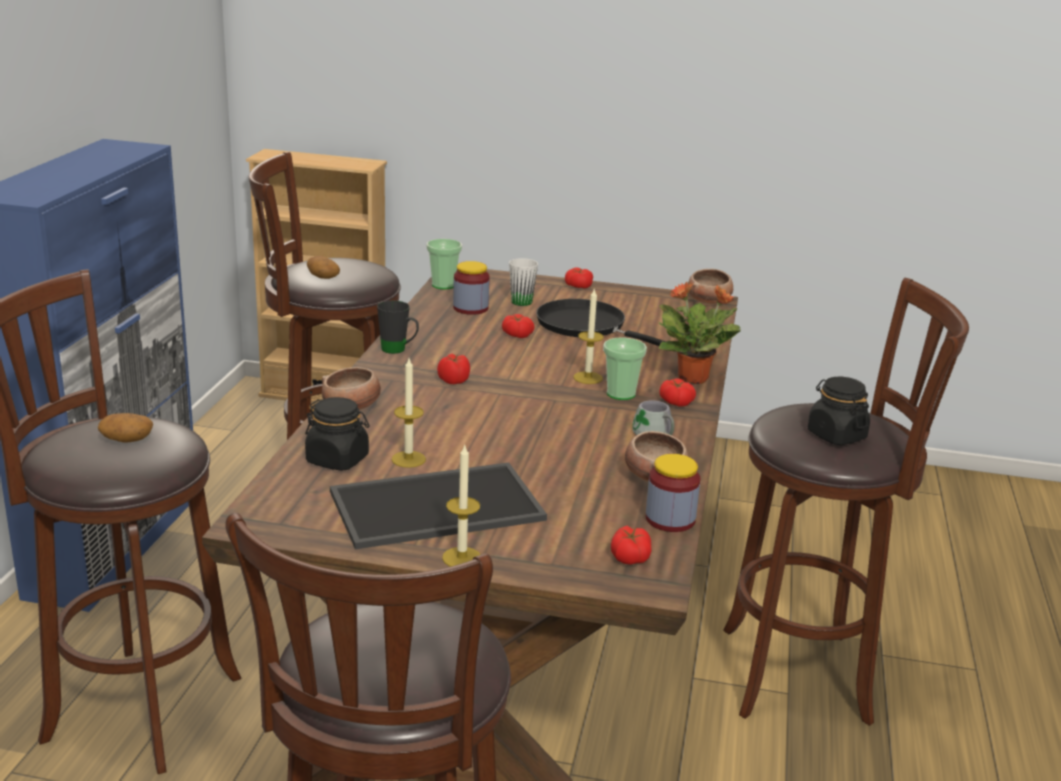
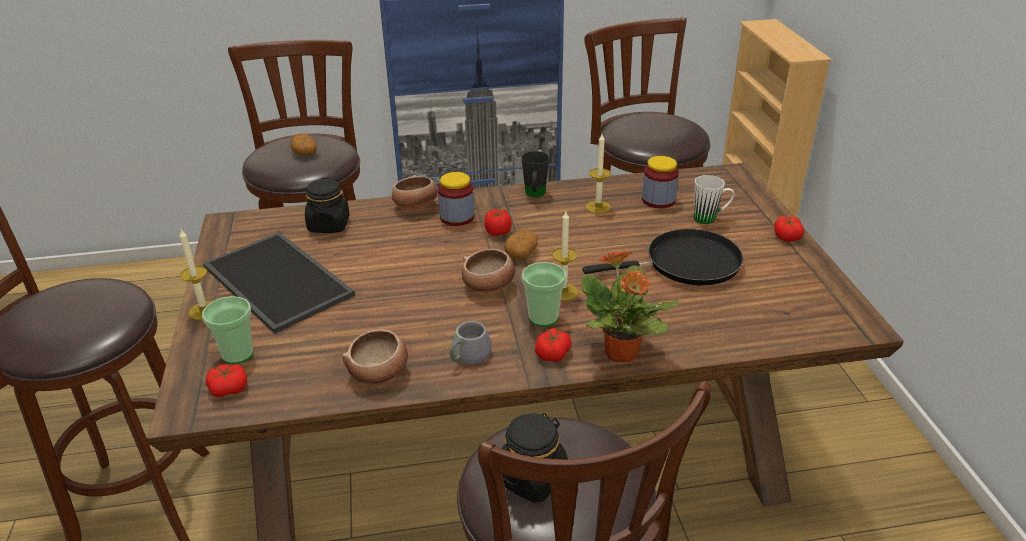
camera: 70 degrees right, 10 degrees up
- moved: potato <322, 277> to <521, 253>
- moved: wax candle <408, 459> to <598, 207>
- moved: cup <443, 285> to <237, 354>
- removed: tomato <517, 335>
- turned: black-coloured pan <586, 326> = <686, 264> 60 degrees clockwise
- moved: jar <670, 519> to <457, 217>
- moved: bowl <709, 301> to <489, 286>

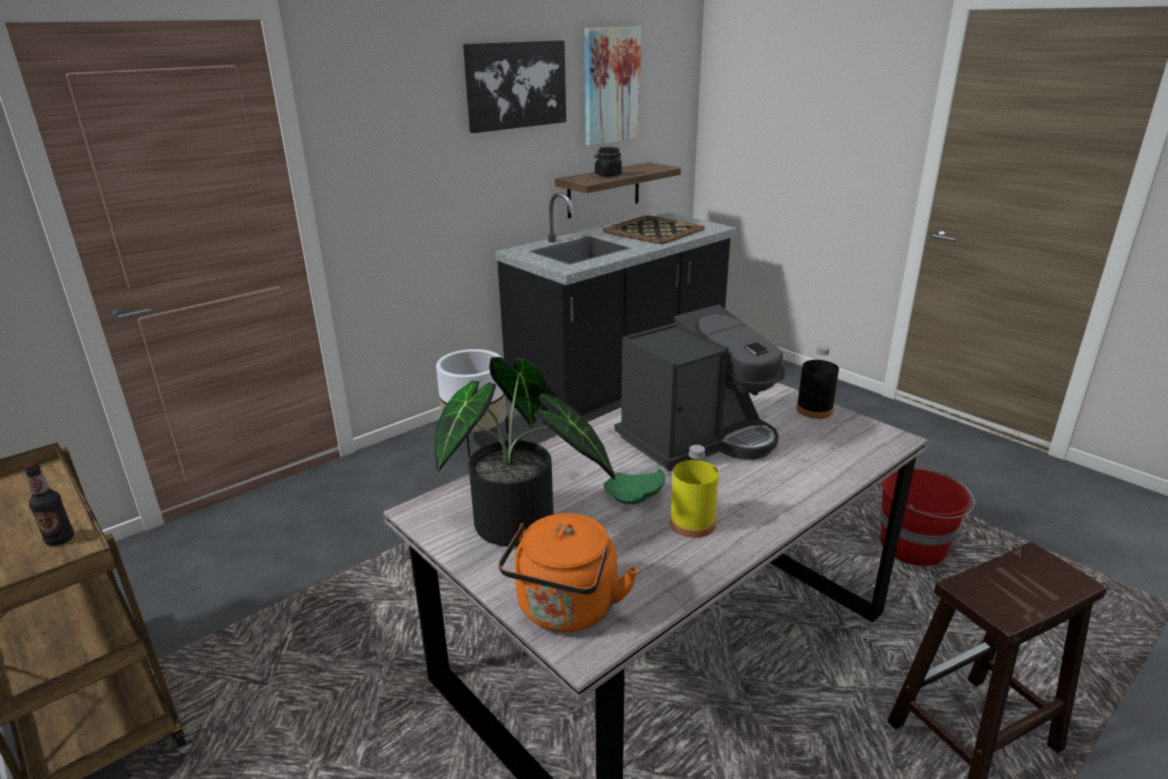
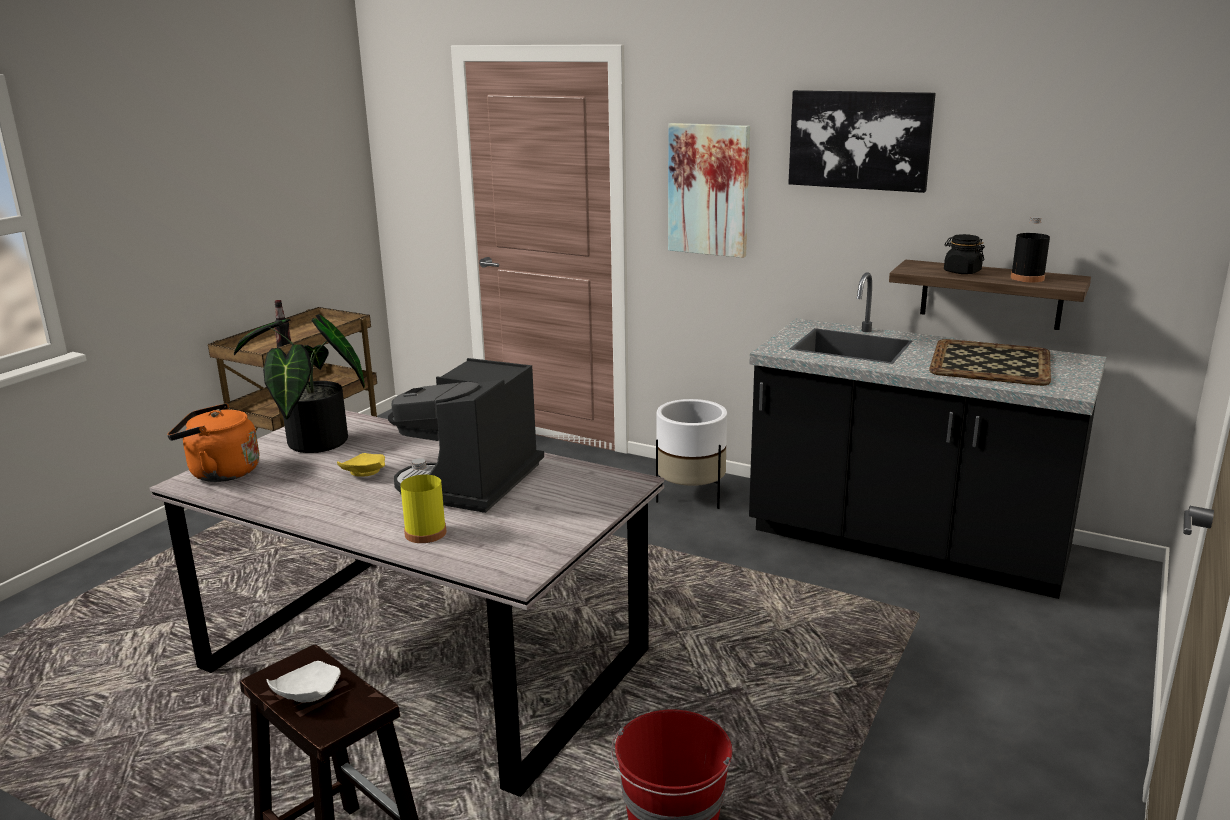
camera: 70 degrees right, 5 degrees down
- moved: wall picture <611, 86> to <709, 189>
- recoloured: green-coloured flat dish <635, 496> to yellowish flat dish <363, 473>
- turned: coffee machine <697, 438> = <472, 484> 75 degrees clockwise
- moved: yellowish bottle <692, 523> to <425, 533>
- moved: black-coloured bottle <814, 410> to <1027, 278>
- added: whitish flat dish <306, 694>

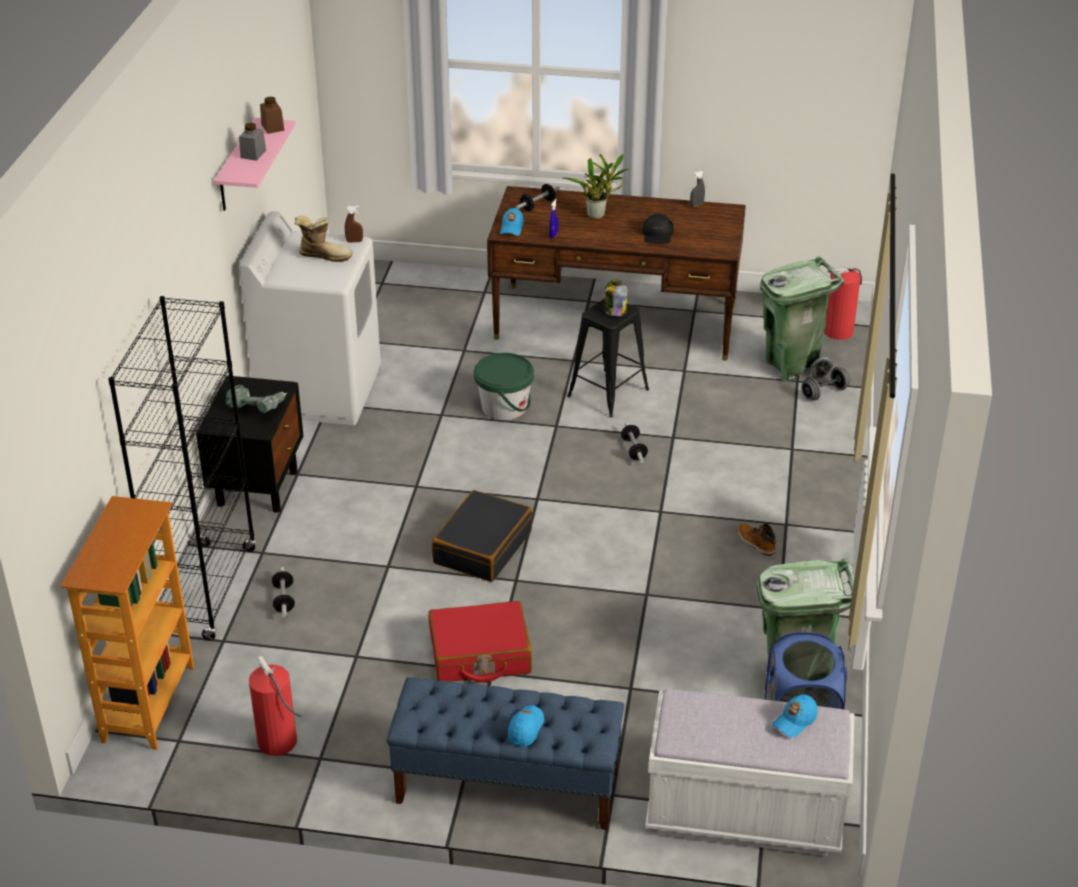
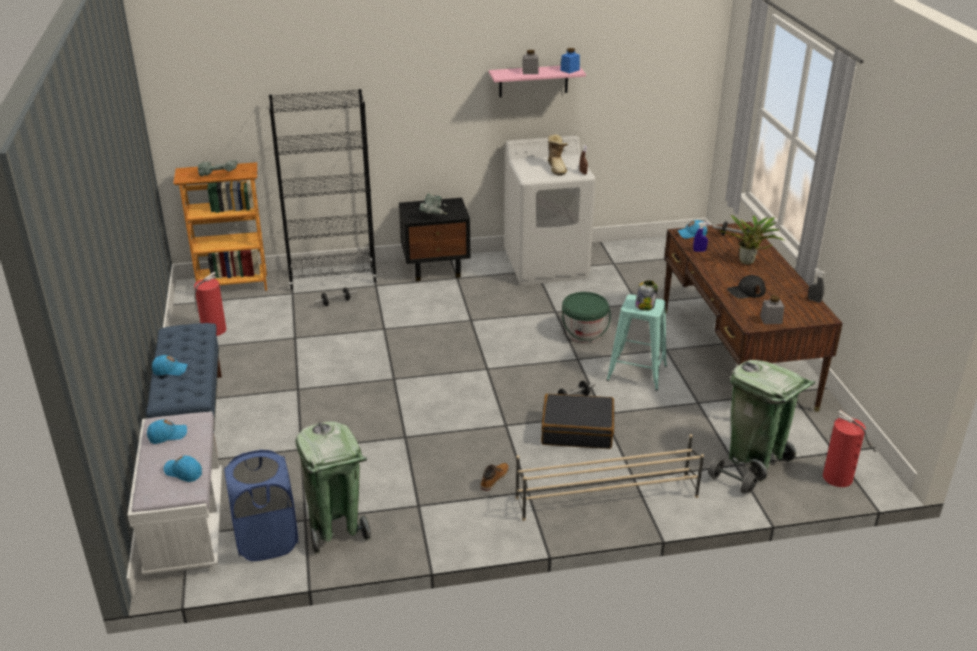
camera: 70 degrees right, 5 degrees down
- recoloured: brown-coloured jar <272, 127> to blue jar <570, 70>
- removed: red-coloured piece of luggage <480, 654>
- moved: black-coloured piece of luggage <482, 547> to <577, 430>
- recoloured: black-coloured stool <608, 393> to blue-green stool <636, 373>
- added: blue baseball cap <168, 435>
- added: power drill <219, 174>
- added: sand-coloured shoe shelf <605, 497>
- added: greyish jar <771, 320>

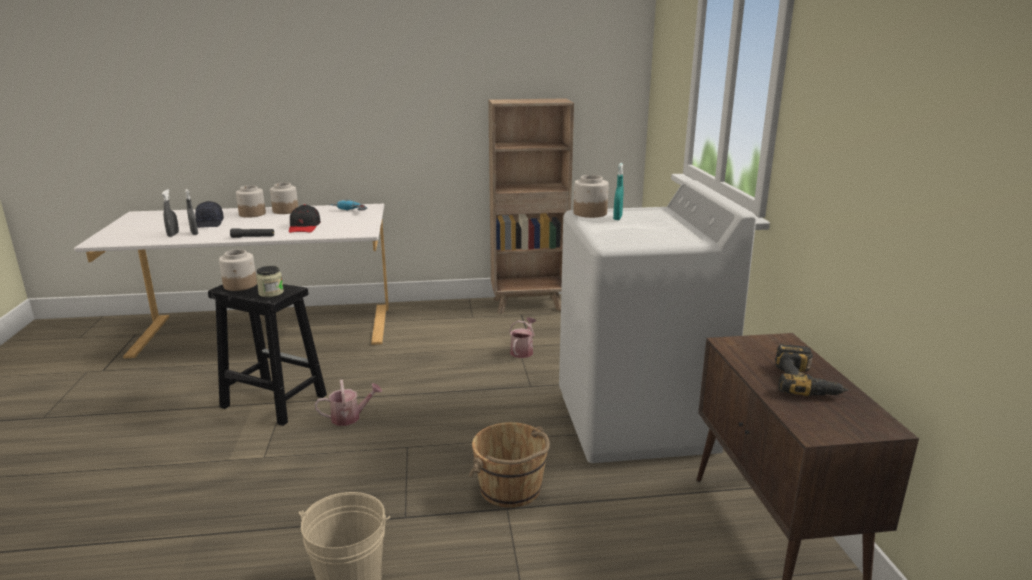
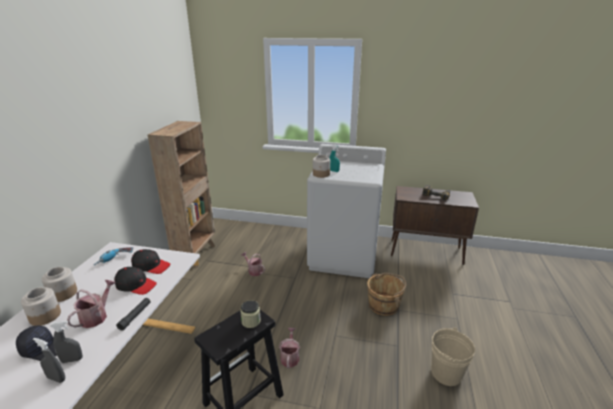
camera: 70 degrees left, 5 degrees up
- removed: jar <240, 285>
- added: watering can <96, 316>
- added: black-coloured baseball cap <151, 266>

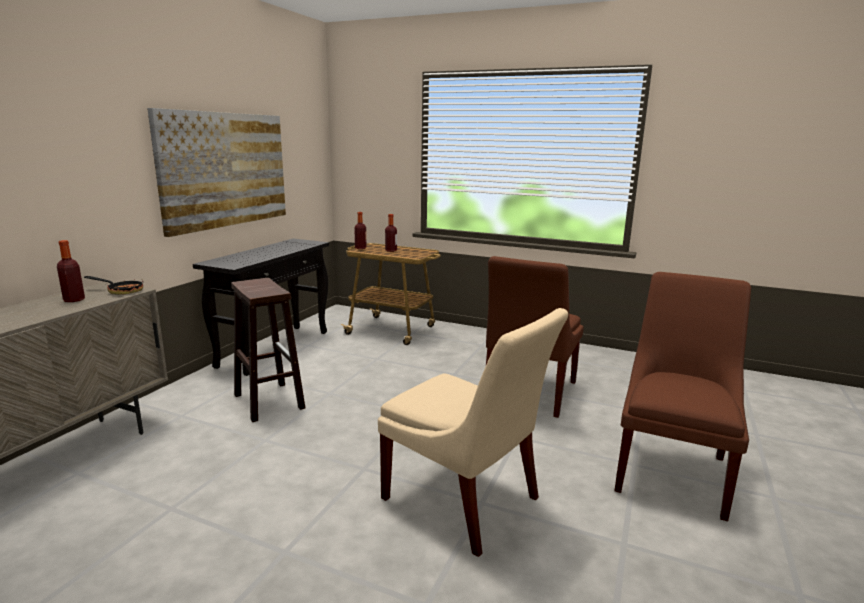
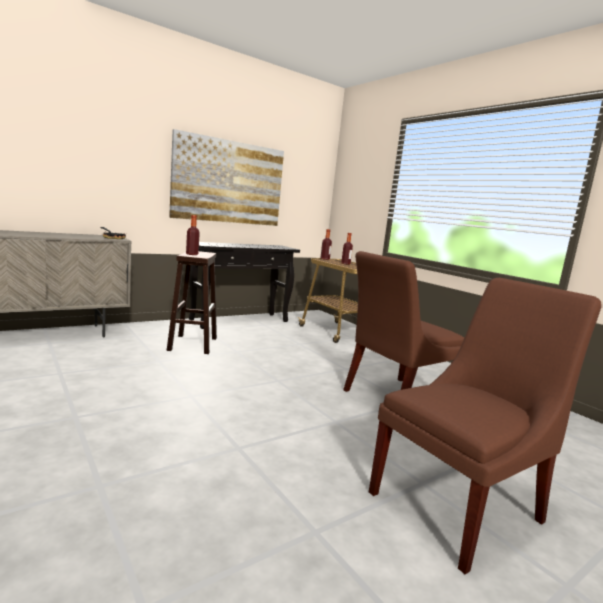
camera: 30 degrees right, 5 degrees down
- moved: bottle <74, 300> to <192, 254>
- removed: sand-coloured chair <465, 502>

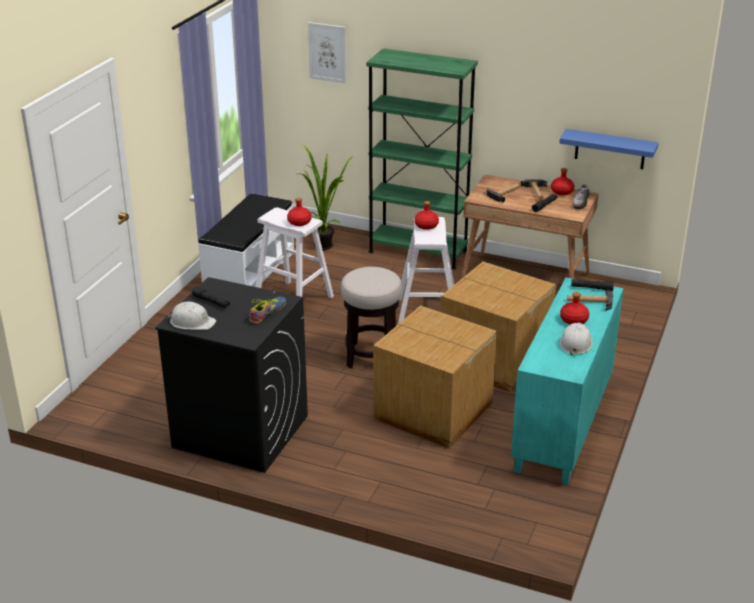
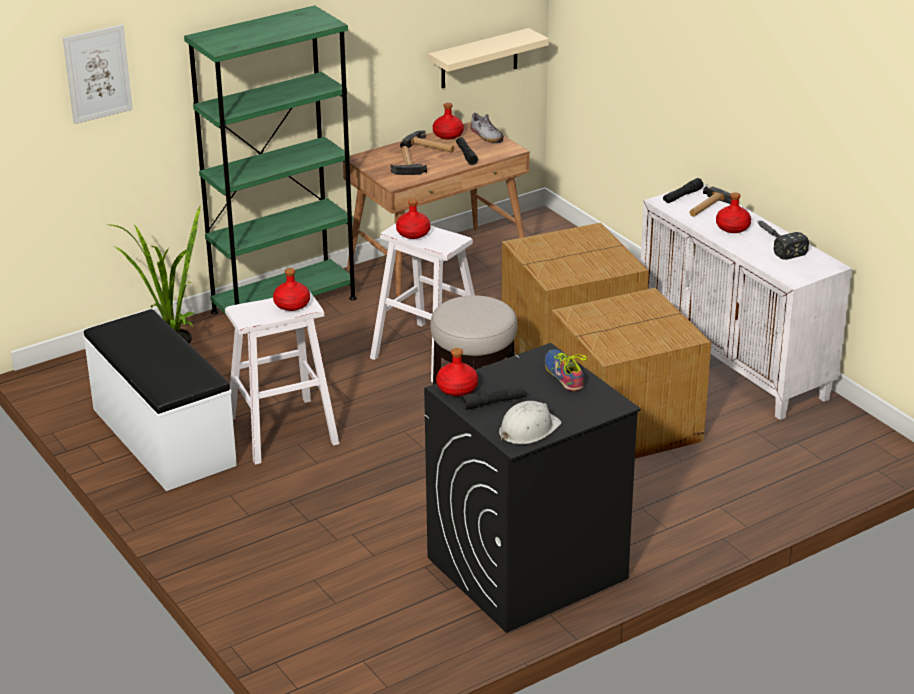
camera: 55 degrees left, 0 degrees up
- recoloured: blue-green cabinet <563, 428> to whitish cabinet <735, 362>
- recoloured: blue shelf <610, 149> to sand-coloured shelf <479, 59>
- replaced: whitish hard hat <575, 343> to hammer <776, 243>
- added: red-coloured bottle <457, 389>

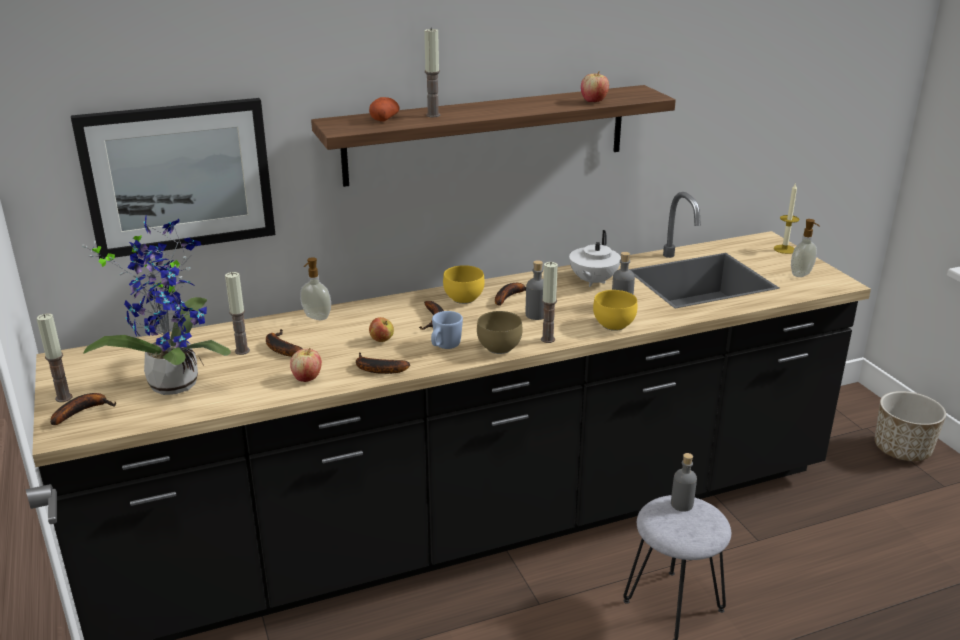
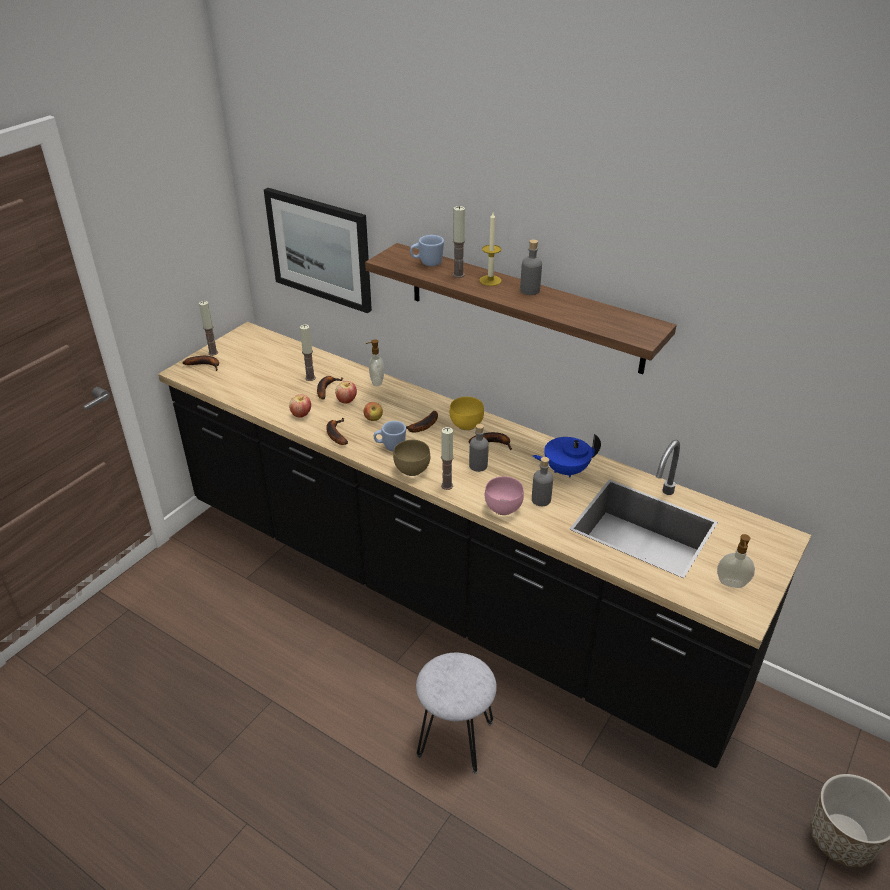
camera: 55 degrees right, 10 degrees up
- removed: potted plant <174, 380>
- replaced: potato <384, 119> to blue coffee mug <427, 263>
- recoloured: whitish tea pot <592, 281> to blue tea pot <565, 470>
- moved: whole apple <594, 101> to <346, 401>
- recoloured: yellowish bowl <615, 325> to pinkish bowl <504, 509>
- moved: greyish bottle <682, 504> to <530, 290>
- moved: wax candle <784, 249> to <490, 280>

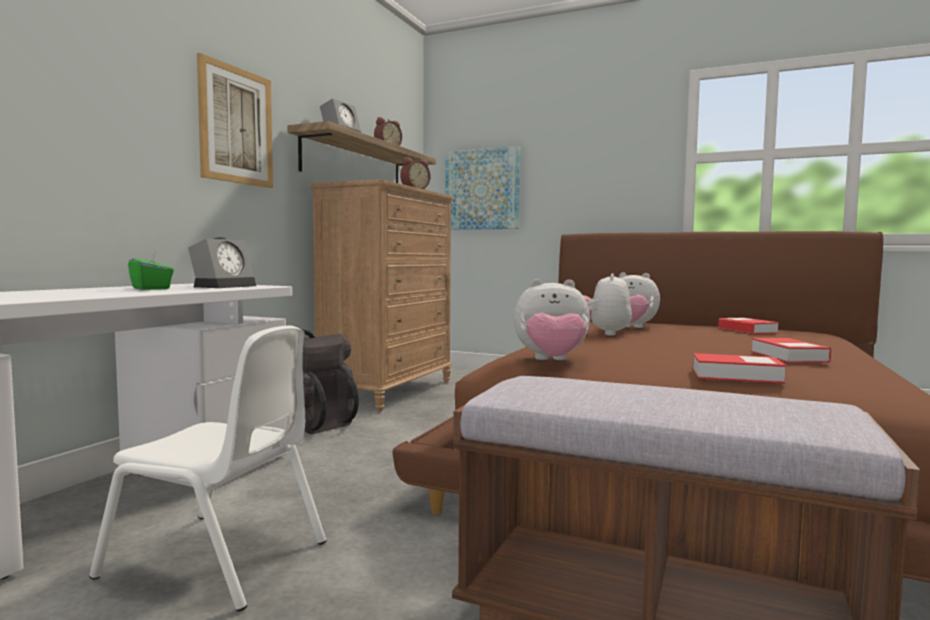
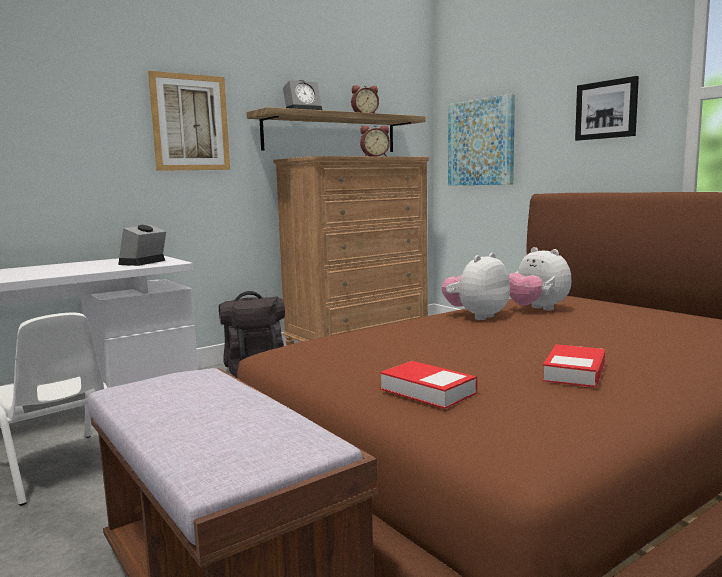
camera: 30 degrees right, 5 degrees up
- removed: green-coloured box of tissues <151, 288>
- turned: table clock <224, 286> = <143, 263> 150 degrees clockwise
- removed: soft toy <551, 361>
- removed: volume <747, 330>
- added: wall picture <606, 110>

